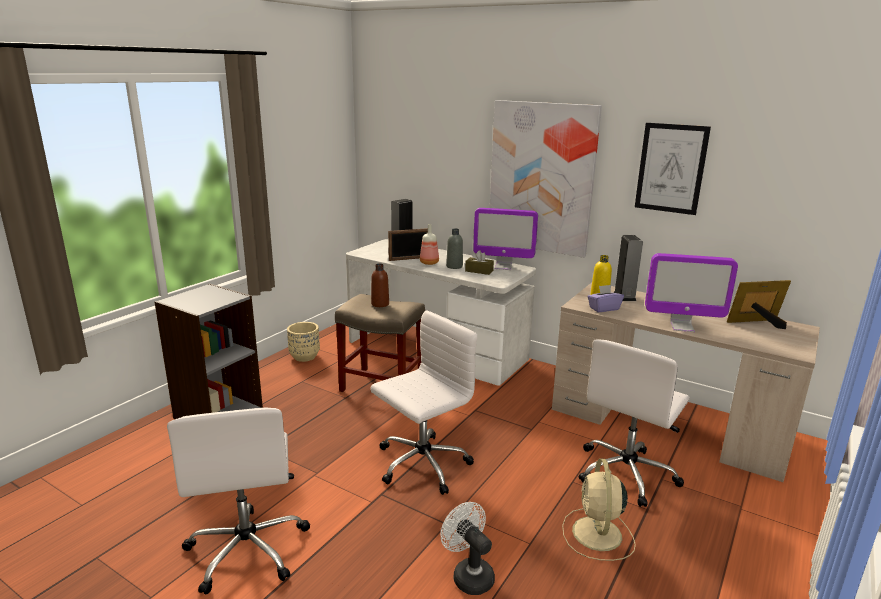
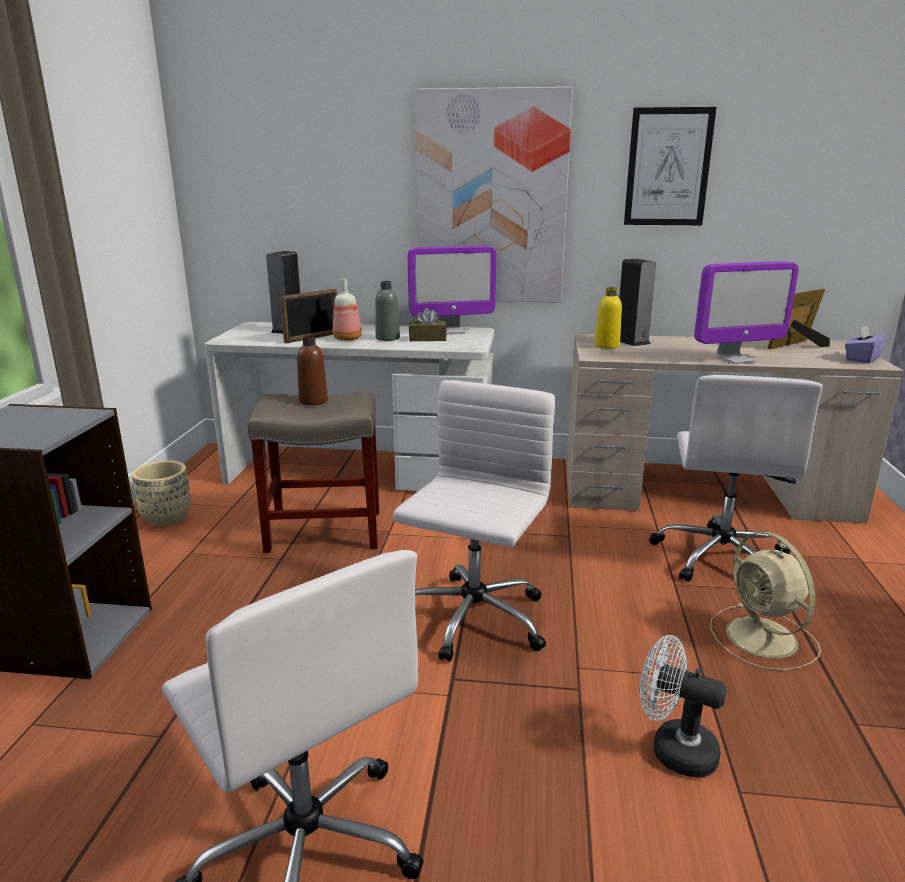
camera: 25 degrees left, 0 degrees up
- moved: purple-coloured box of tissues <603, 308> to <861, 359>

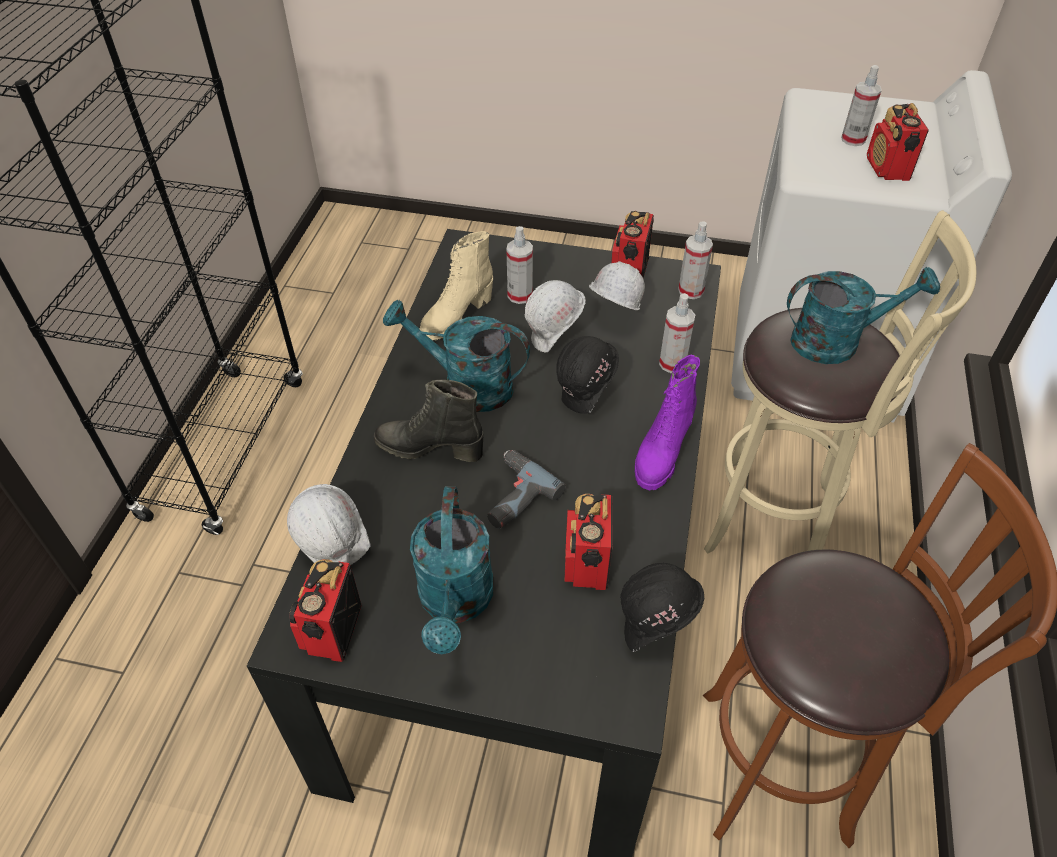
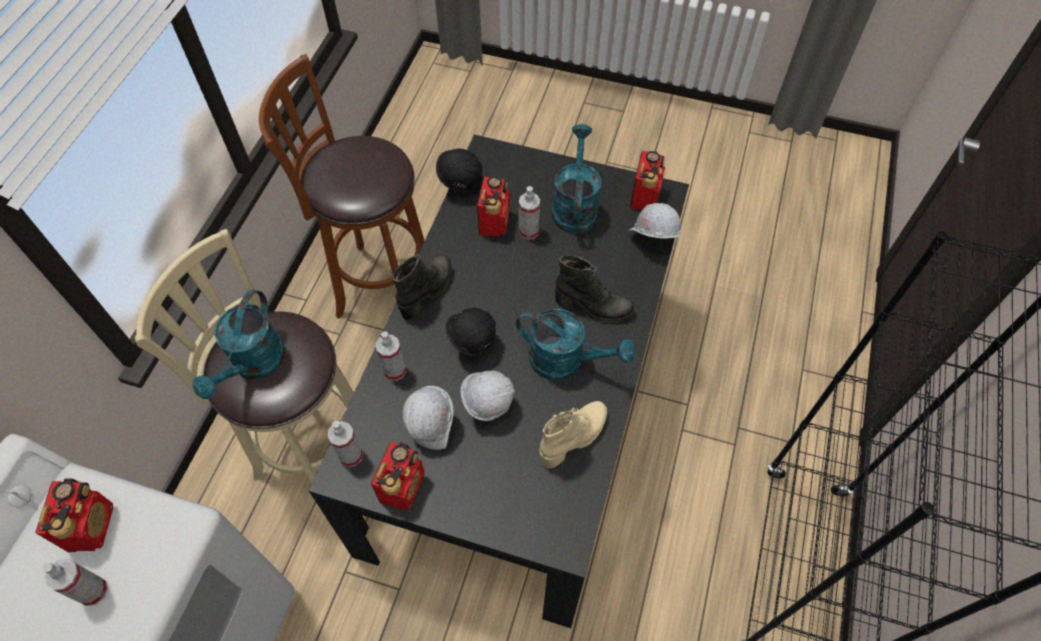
camera: 175 degrees left, 10 degrees up
- removed: power drill <512, 495>
- moved: spray bottle <520, 295> to <529, 231>
- recoloured: purple-coloured high-top boot <661, 453> to black-coloured high-top boot <427, 291>
- turned: blue-green watering can <837, 341> = <254, 365> 75 degrees counterclockwise

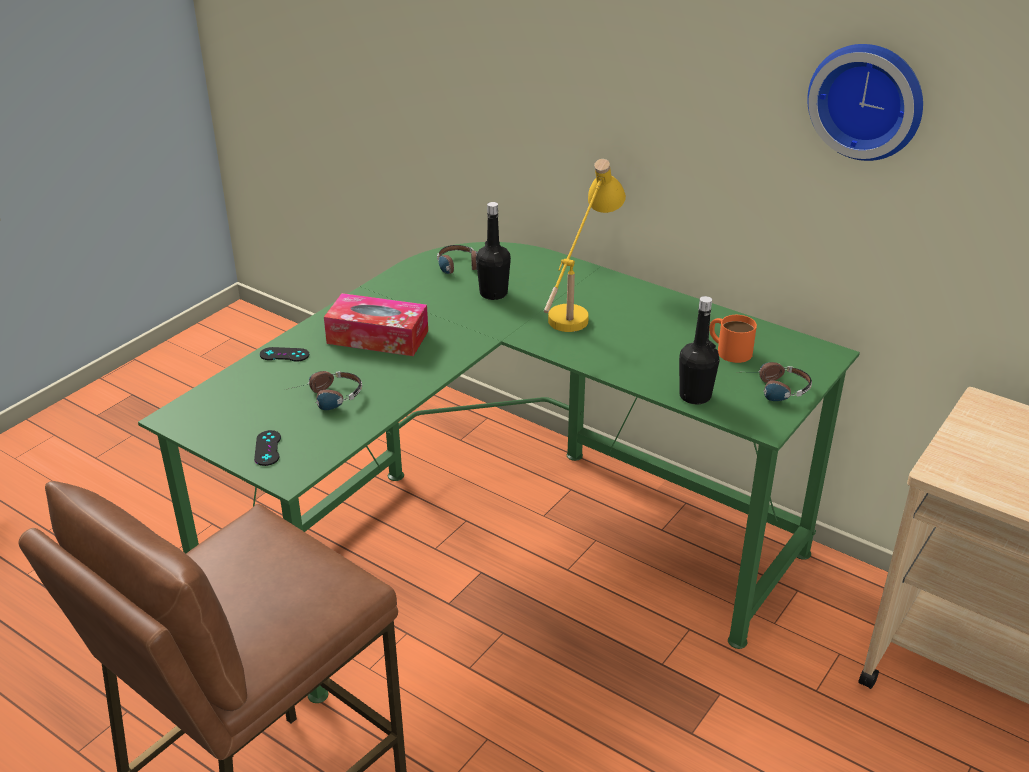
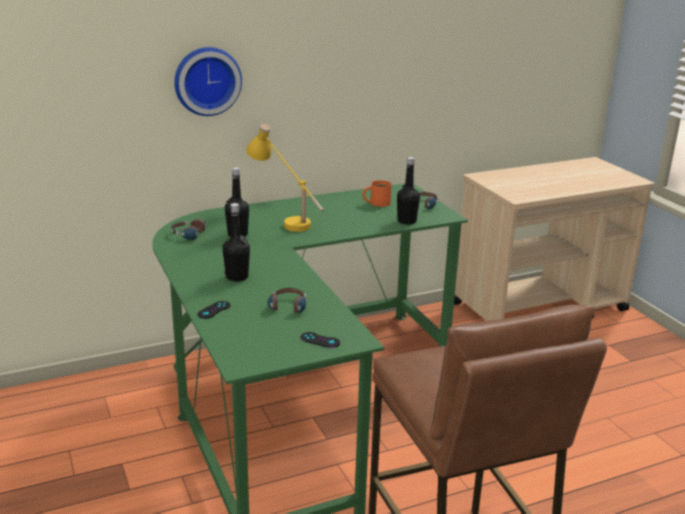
camera: 60 degrees left, 10 degrees down
- replaced: box of tissues <377, 337> to black-coloured bottle <237, 277>
- moved: hanging clock <868, 100> to <206, 80>

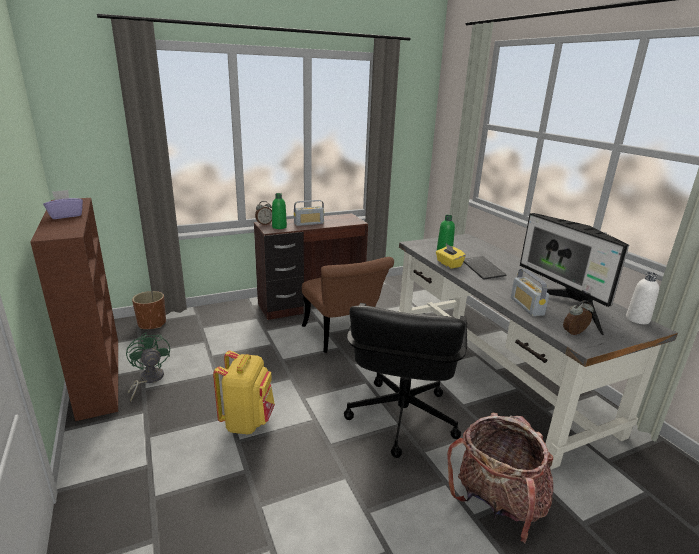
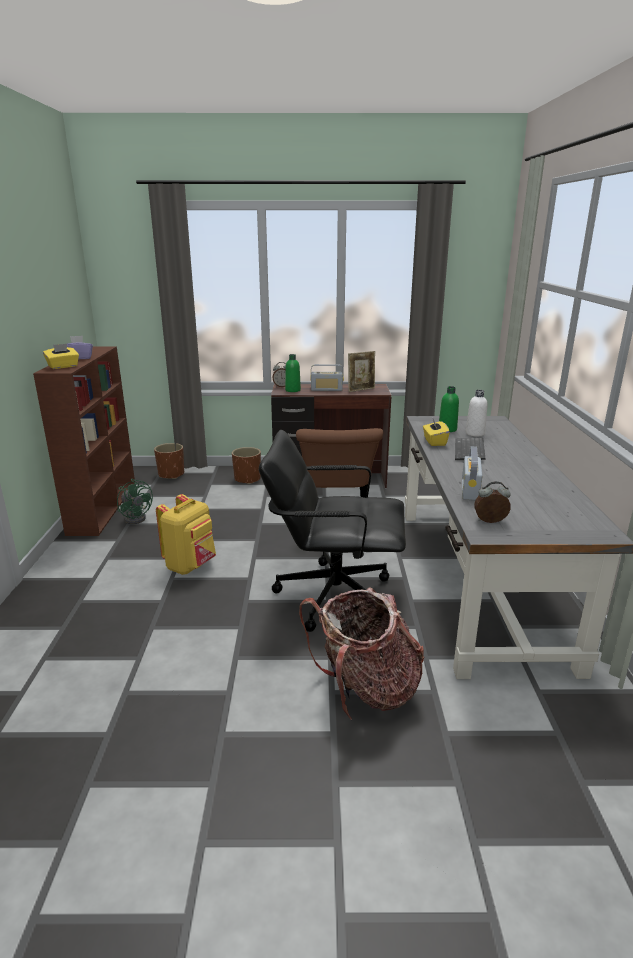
camera: 25 degrees right, 0 degrees up
- turned: green-coloured cooling fan <148, 380> = <137, 517> 135 degrees clockwise
- turned: black-coloured office chair <400, 418> = <333, 595> 60 degrees clockwise
- removed: computer display <565, 307>
- moved: whitish bottle <637, 319> to <475, 433>
- added: yellowish box of tissues <63, 366>
- added: brown-coloured planter <247, 479>
- added: picture frame <361, 389>

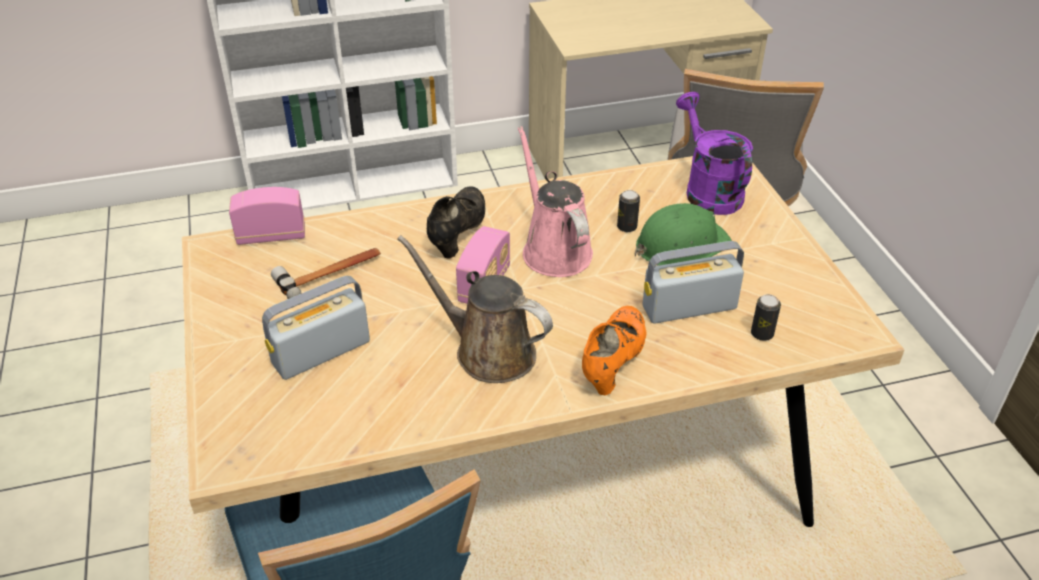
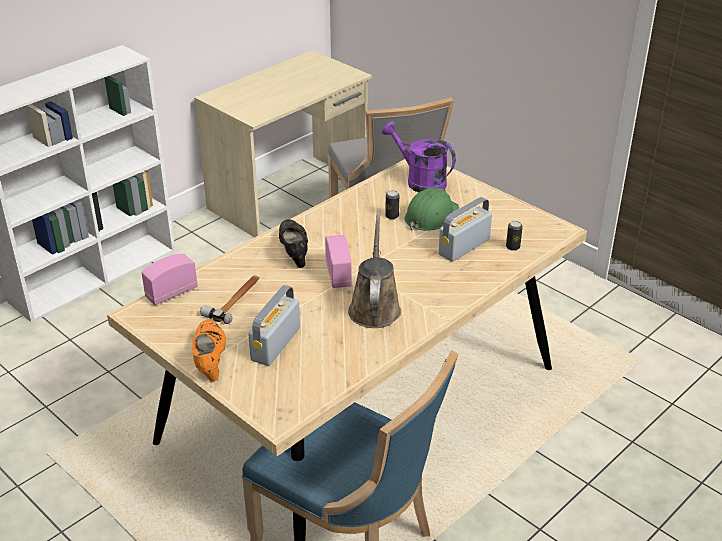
camera: 30 degrees left, 5 degrees down
- turned: brown-coloured watering can <488, 351> = <374, 307> 90 degrees clockwise
- removed: pinkish watering can <553, 249>
- moved: orange-coloured shoe <613, 362> to <209, 360>

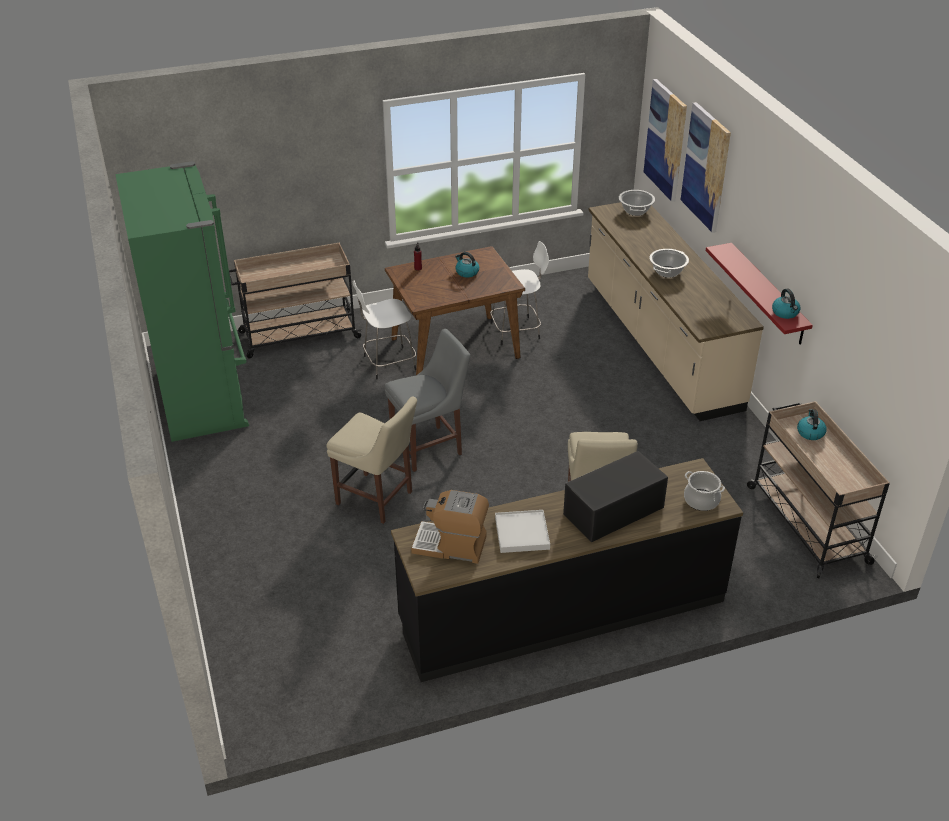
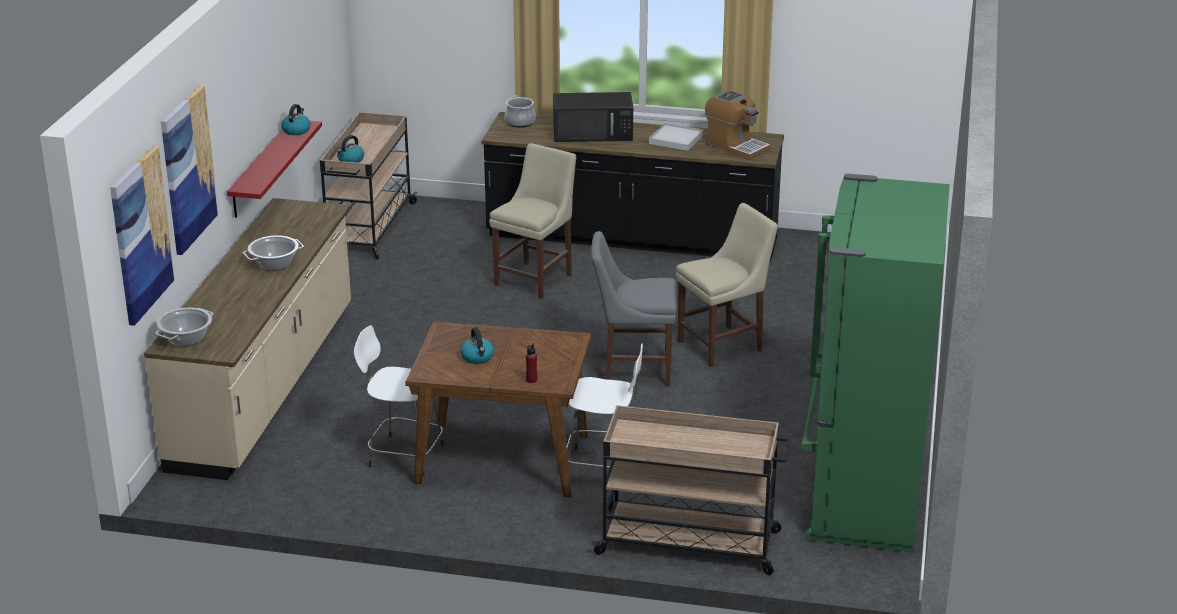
camera: 150 degrees left, 10 degrees down
- turned: sand-coloured chair <377, 499> = <723, 345> 90 degrees clockwise

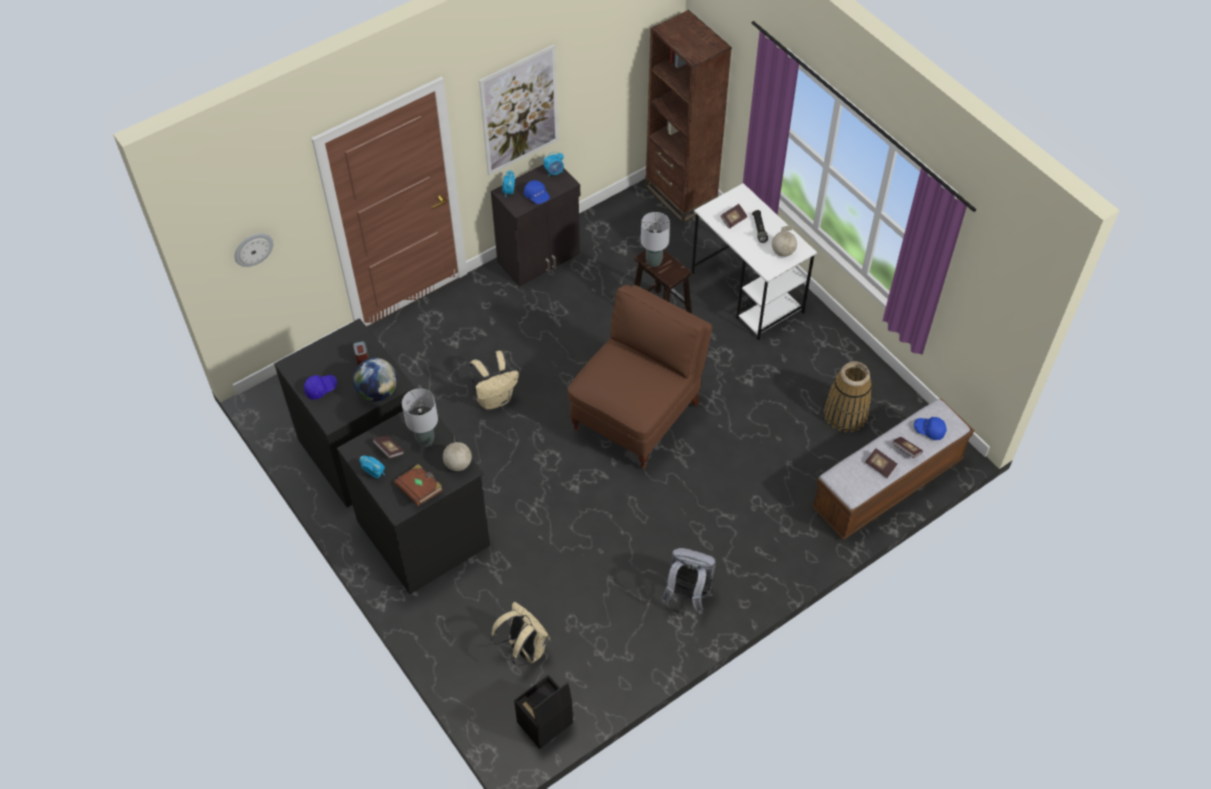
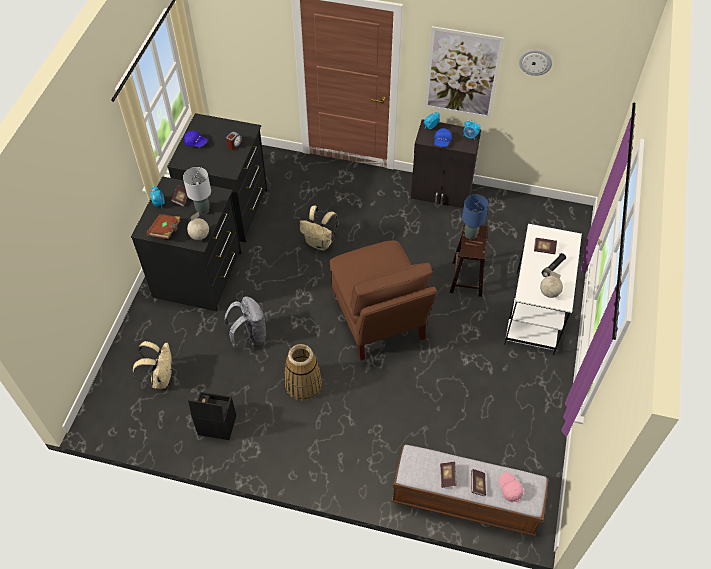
camera: 50 degrees right, 0 degrees up
- moved: hanging clock <253, 249> to <535, 61>
- removed: globe <377, 392>
- moved: black-coloured storage container <544, 723> to <216, 425>
- turned: brown-coloured chair <637, 415> = <378, 319> 75 degrees clockwise
- recoloured: greyish lamp for a table <654, 261> to blue lamp for a table <471, 234>
- removed: brown-coloured shelving unit <680, 195>
- moved: greyish rucksack <688, 595> to <249, 336>
- moved: storage basket <845, 414> to <303, 384>
- recoloured: blue baseball cap <929, 430> to pinkish baseball cap <509, 488>

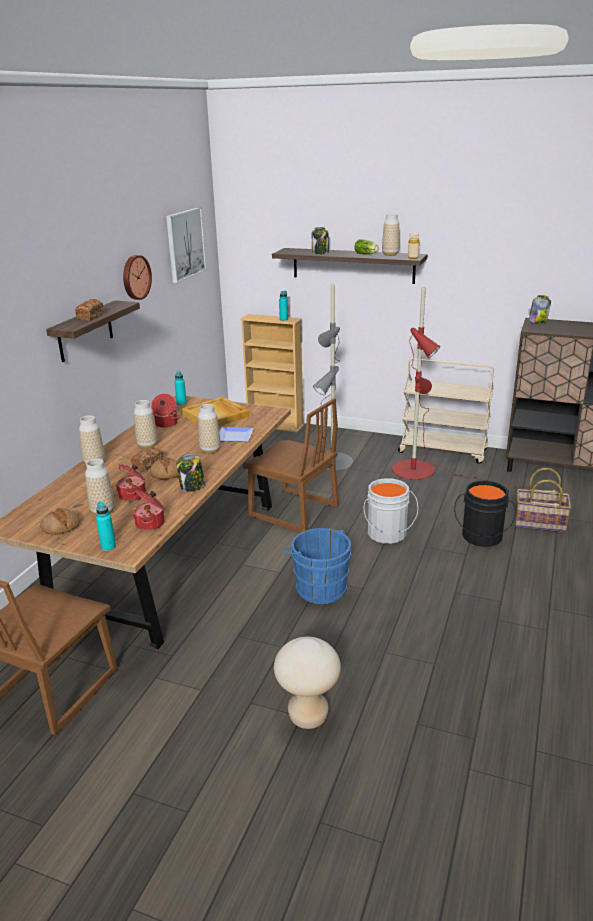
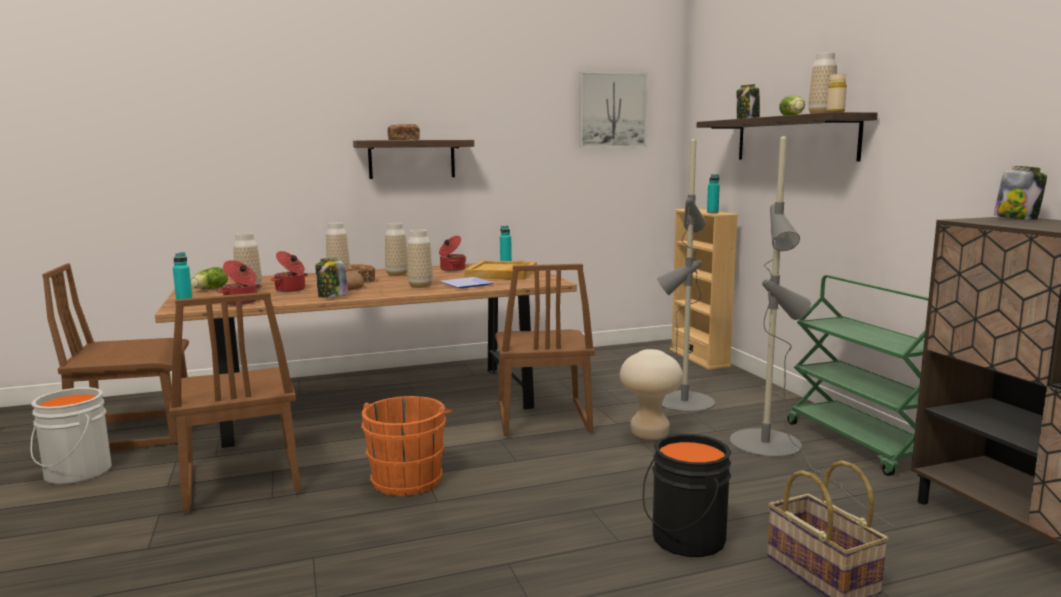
camera: 50 degrees right, 15 degrees down
- replaced: bakery bread <60, 527> to head of lettuce <209, 289>
- removed: hanging clock <135, 277>
- moved: sand-coloured stool <308, 716> to <649, 435>
- recoloured: blue pail <319, 587> to orange-coloured pail <408, 478>
- moved: greyish pail <387, 534> to <74, 473>
- recoloured: red-coloured standard lamp <423, 471> to greyish standard lamp <775, 449>
- recoloured: sand-coloured trolley <443, 451> to green-coloured trolley <860, 444>
- added: brown-coloured chair <240, 481>

